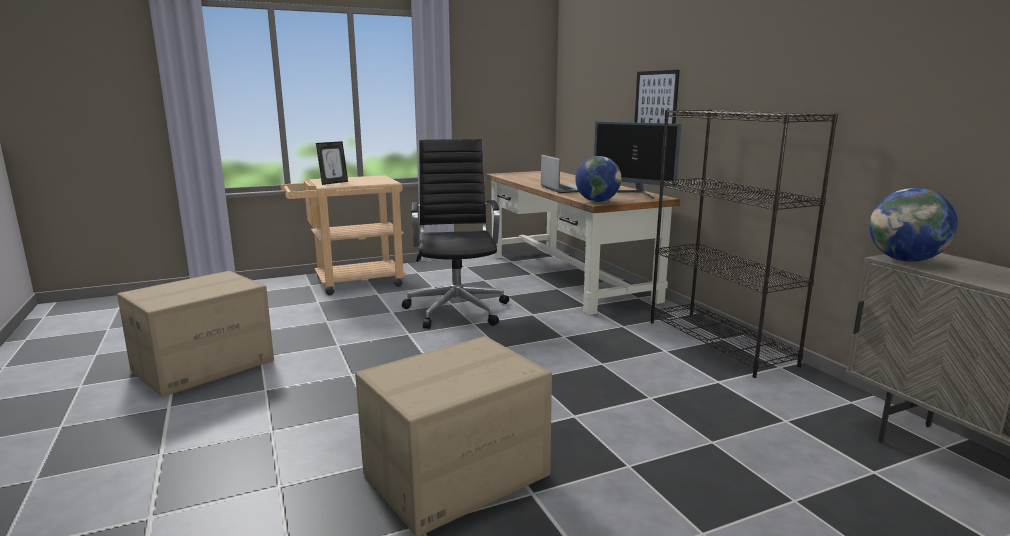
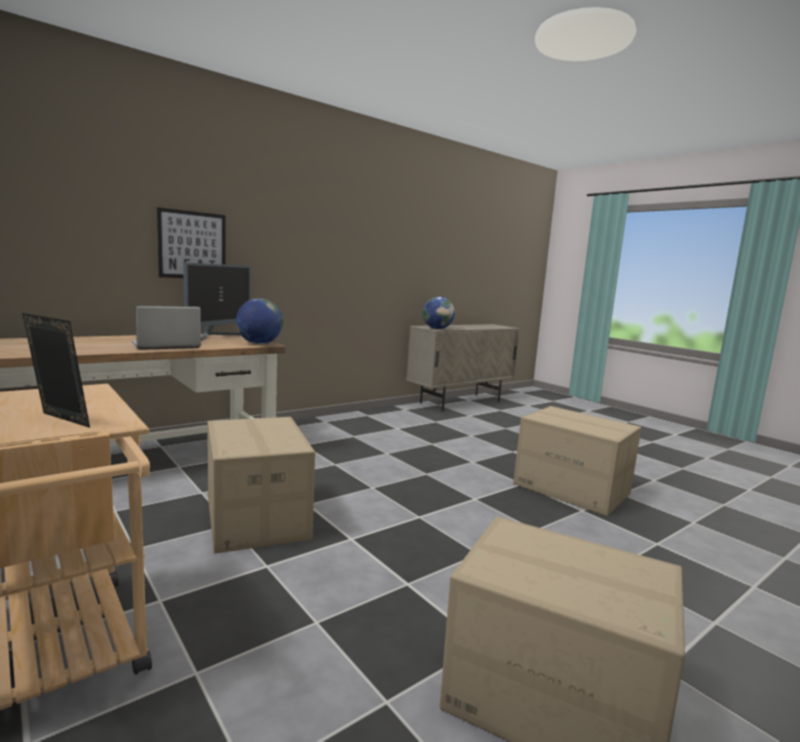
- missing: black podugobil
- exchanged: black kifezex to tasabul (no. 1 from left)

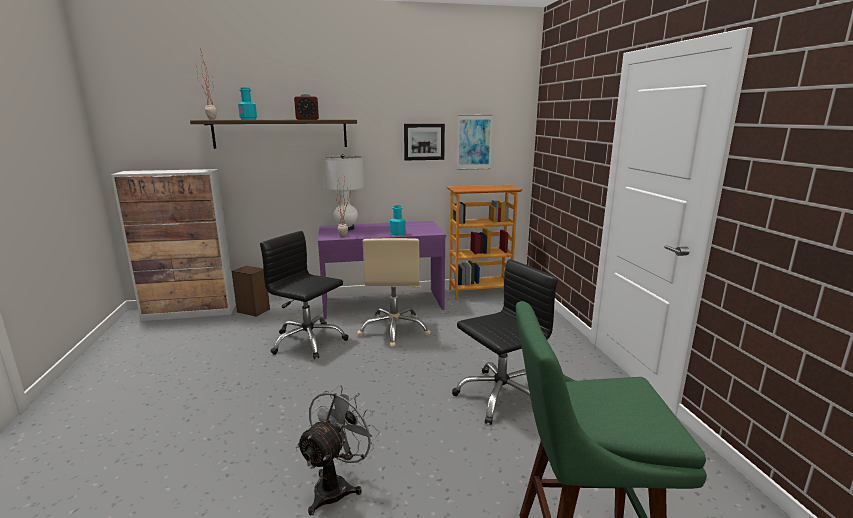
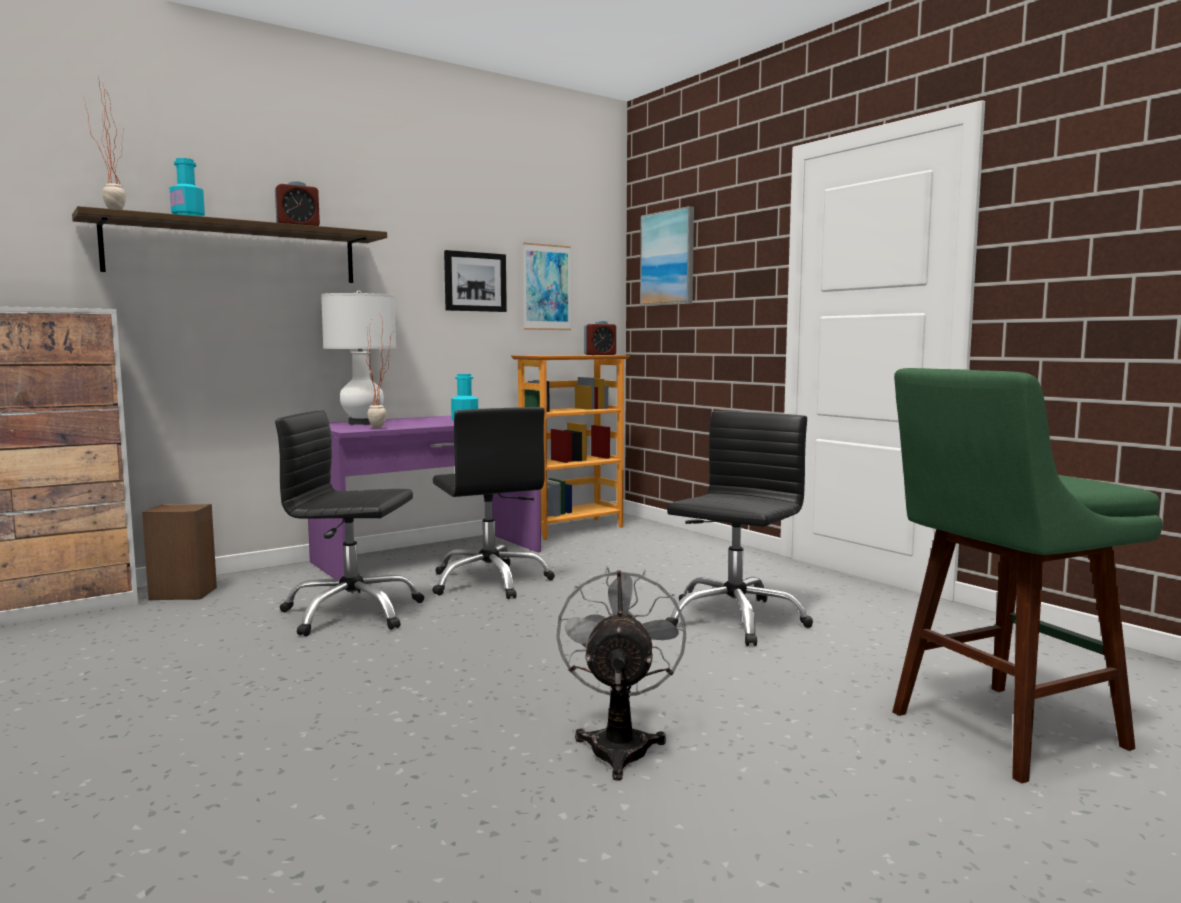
- colour: beige kifezex to black kifezex (no. 2 from left)
- appeared: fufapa (no. 3 from left)
- appeared: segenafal (no. 2 from left)

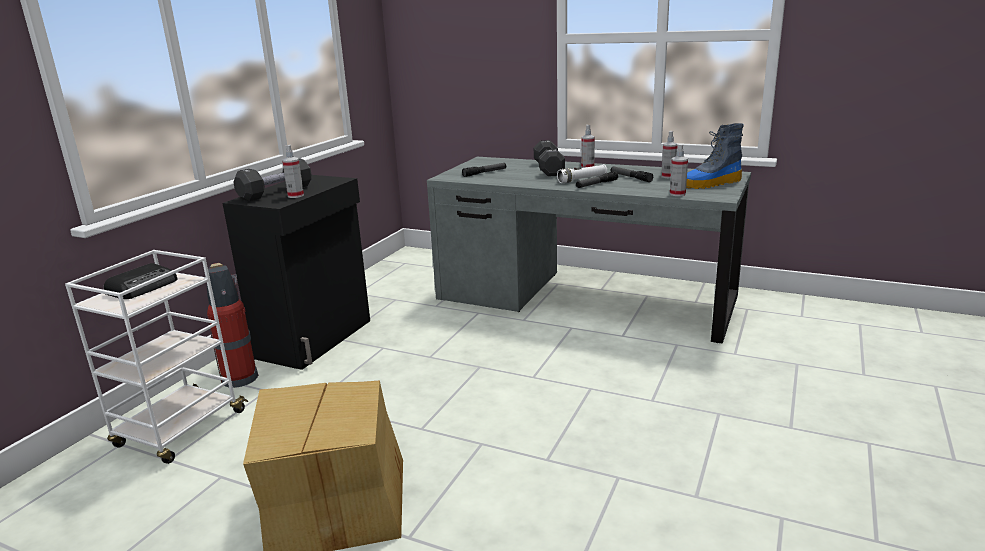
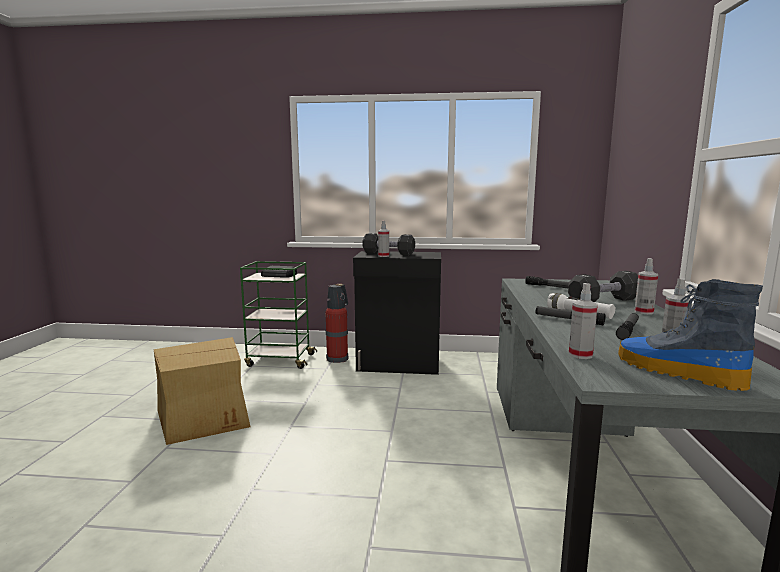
- colour: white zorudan to green zorudan

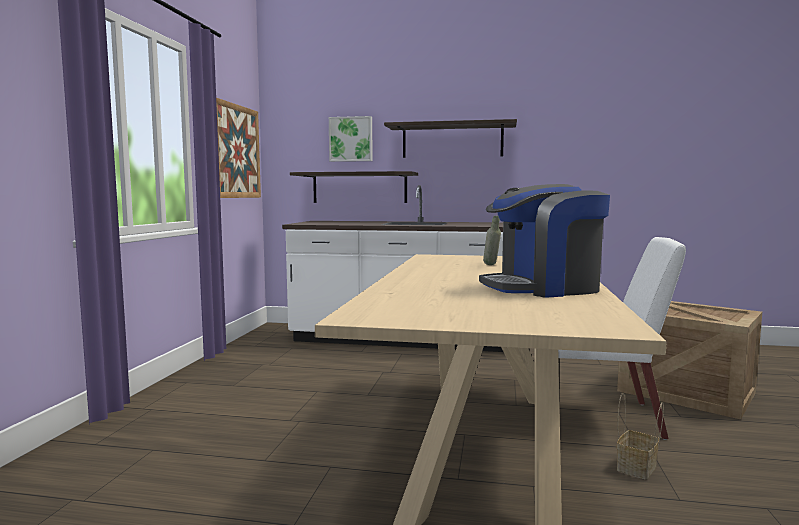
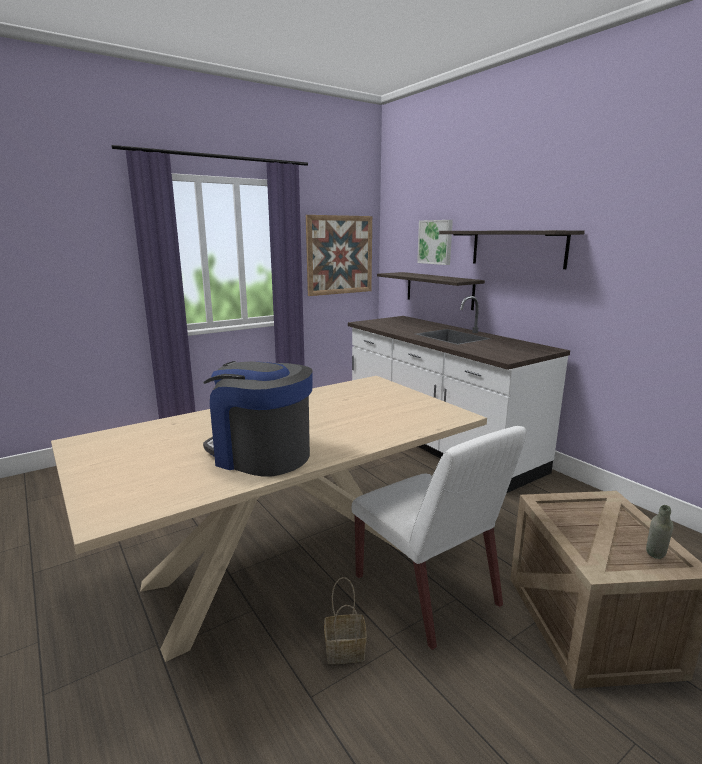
- relocated: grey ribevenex

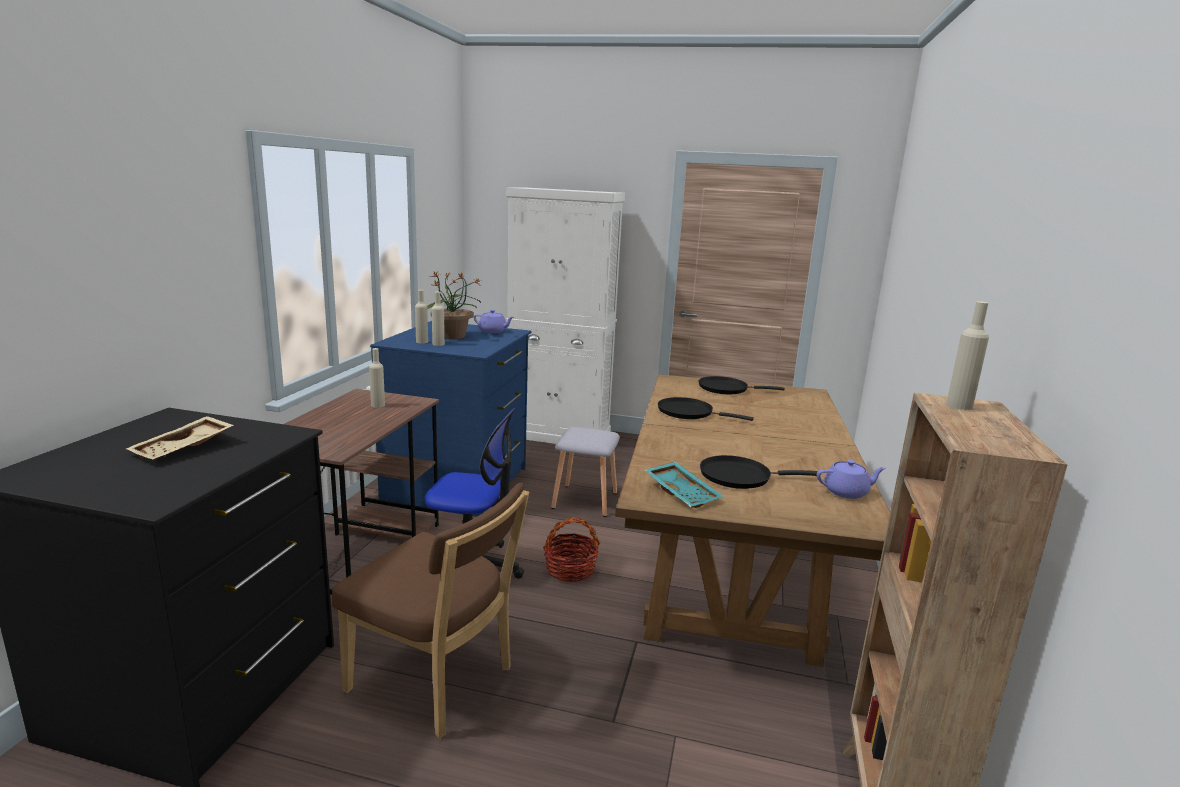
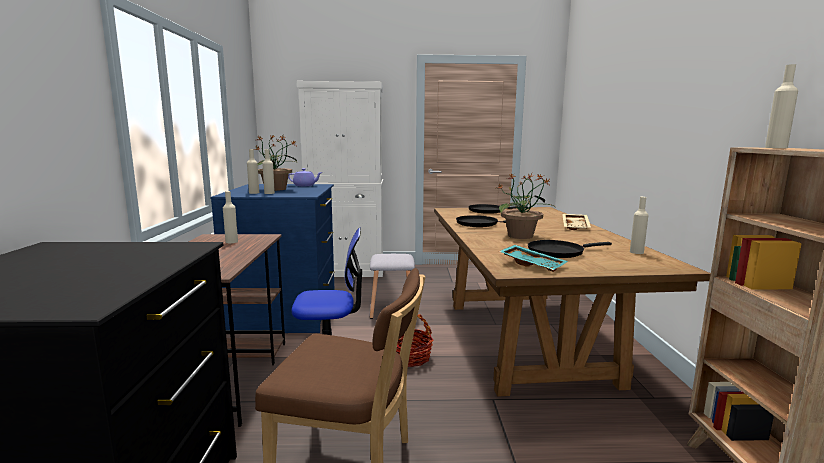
- relocated: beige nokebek
- exchanged: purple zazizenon (no. 2 from left) to beige ribevenex (no. 4 from left)
- appeared: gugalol (no. 2 from left)

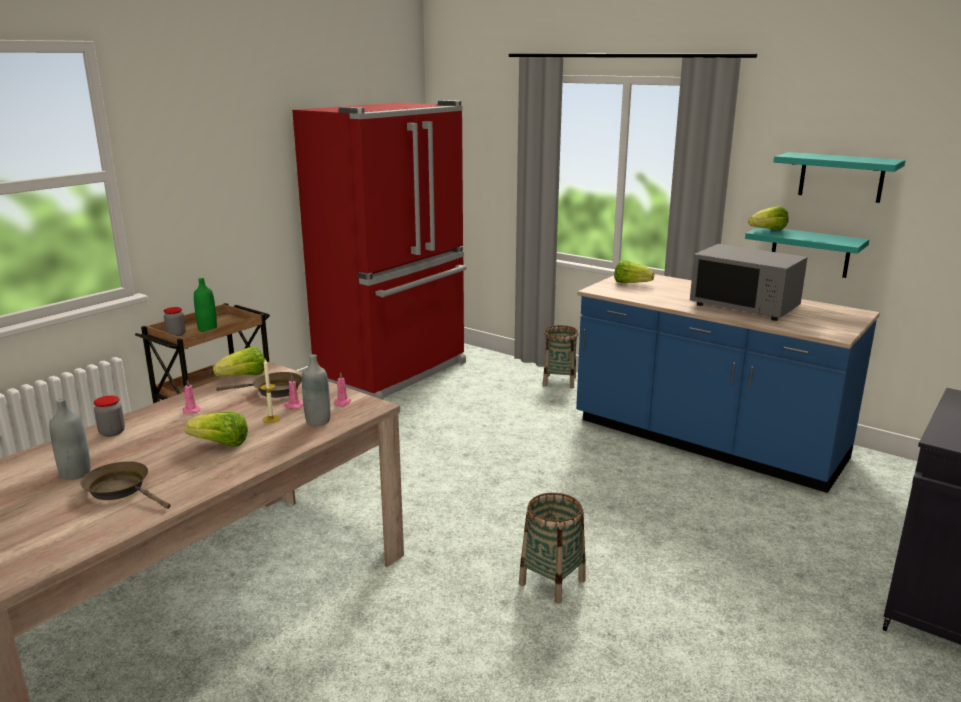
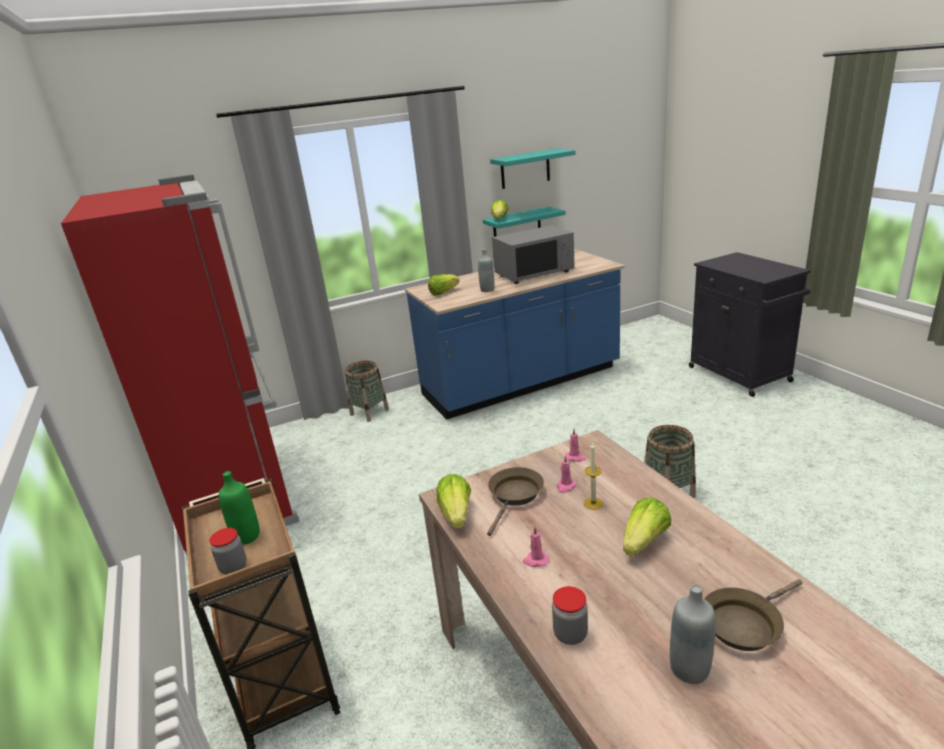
- relocated: grey ribevenex (no. 2 from left in the first image) to grey ribevenex (no. 1 from left)

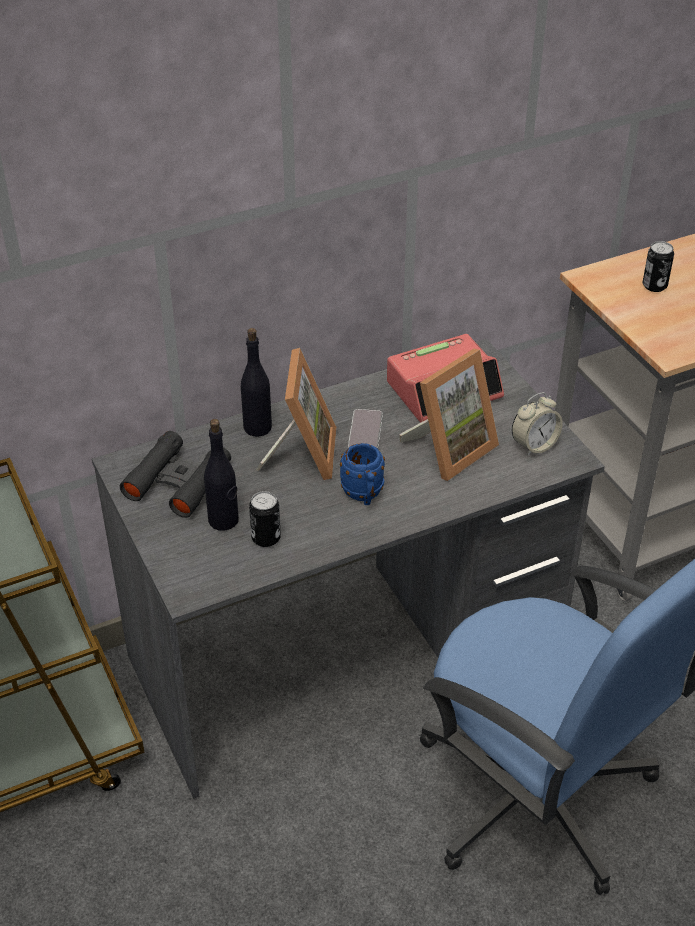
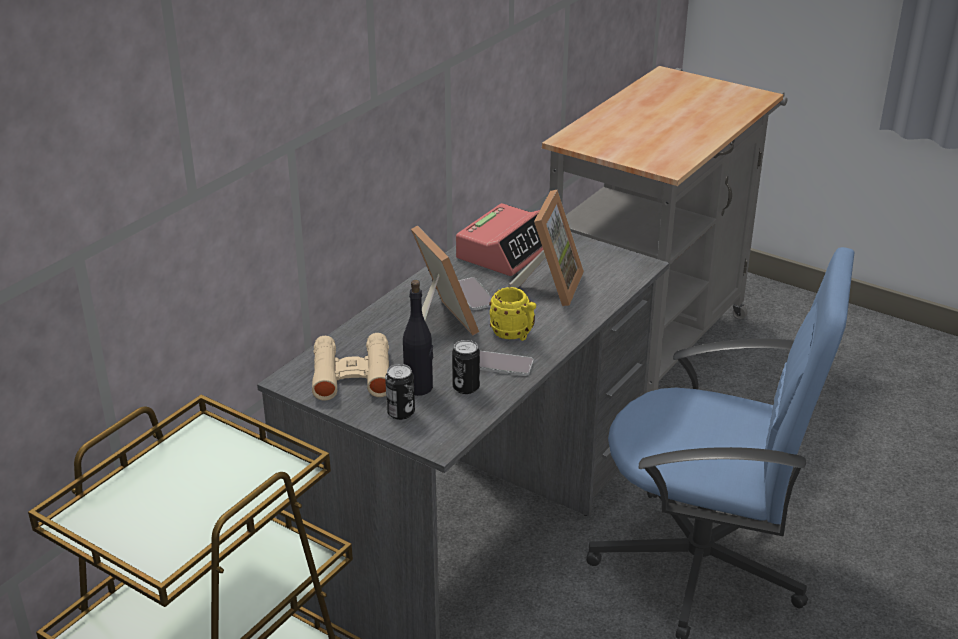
- relocated: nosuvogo (no. 2 from left in the first image) to nosuvogo (no. 1 from left)
- missing: black ribevenex (no. 2 from left)
- missing: segenafal (no. 2 from left)
- colour: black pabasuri to beige pabasuri
- colour: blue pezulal to yellow pezulal
- appeared: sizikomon (no. 2 from left)

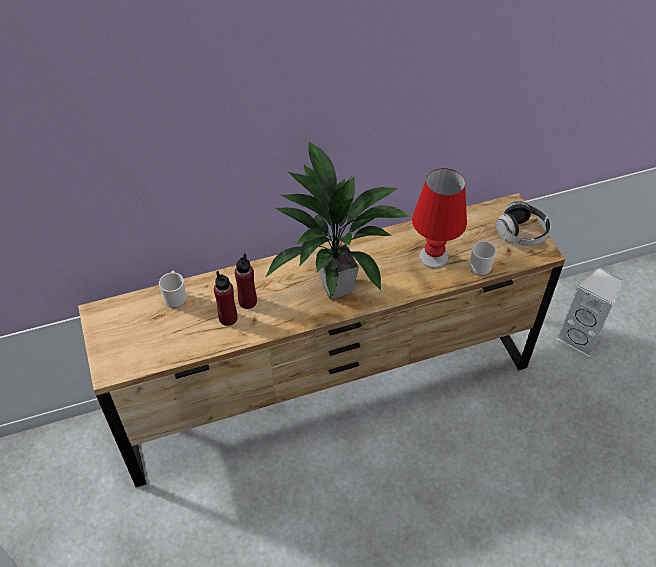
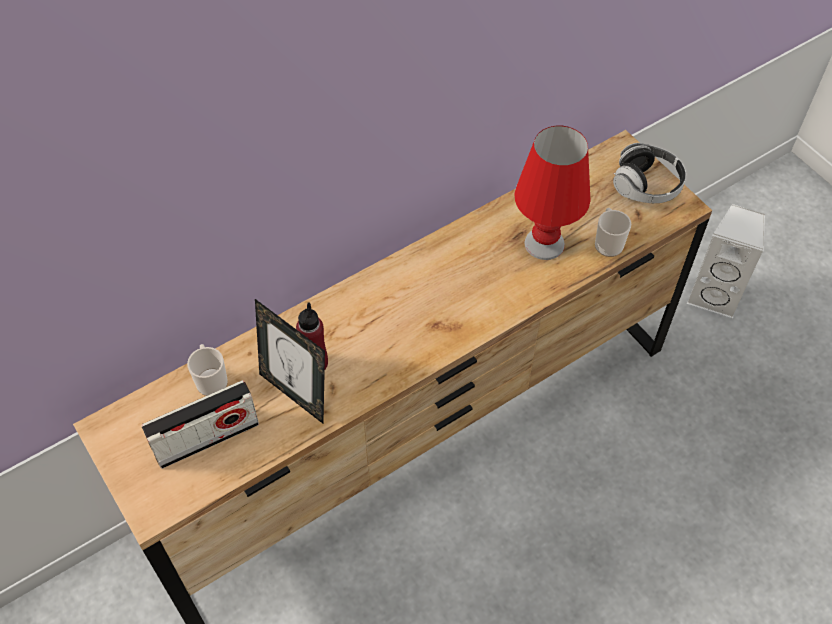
- missing: gugalol
- exchanged: red ribevenex (no. 1 from left) to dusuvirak
- appeared: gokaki

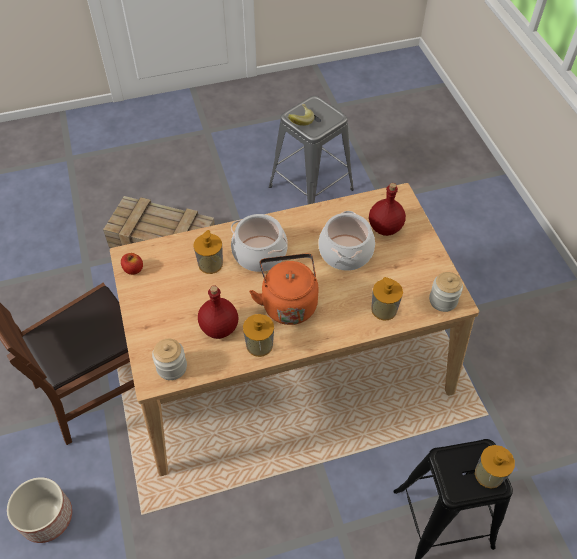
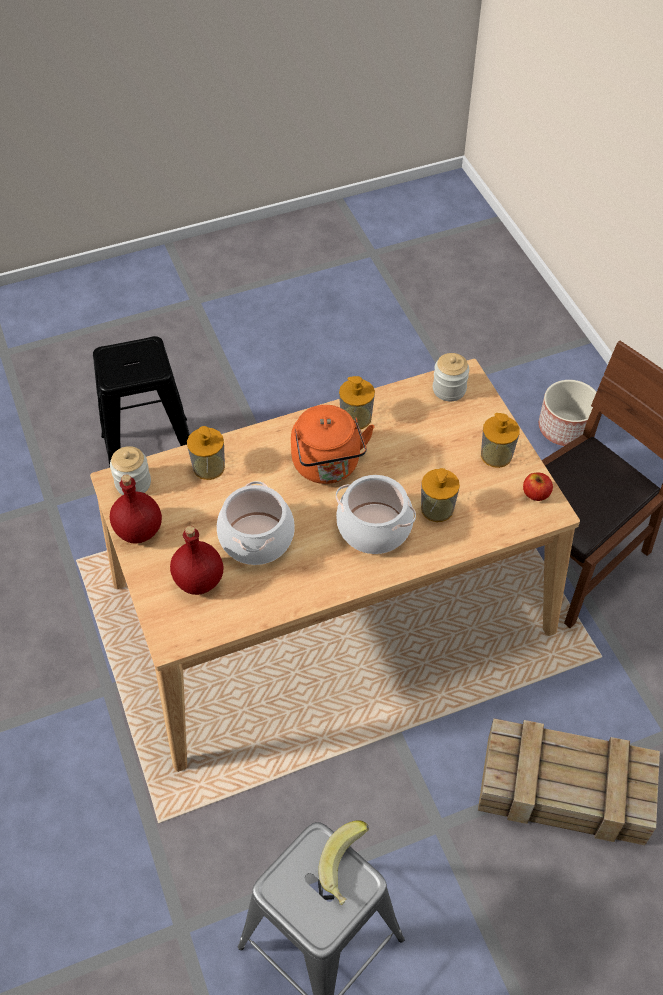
- relocated: red ribevenex (no. 1 from left)
- relocated: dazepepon (no. 4 from left)

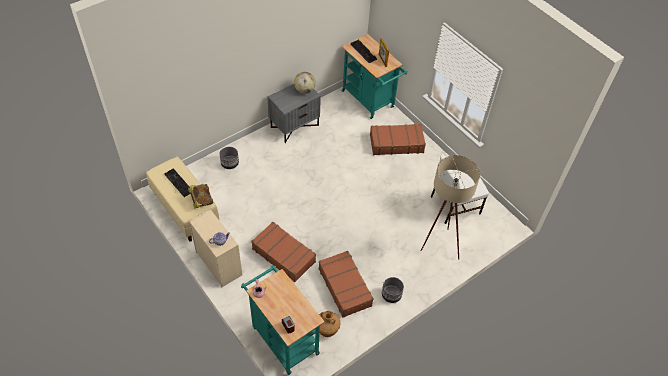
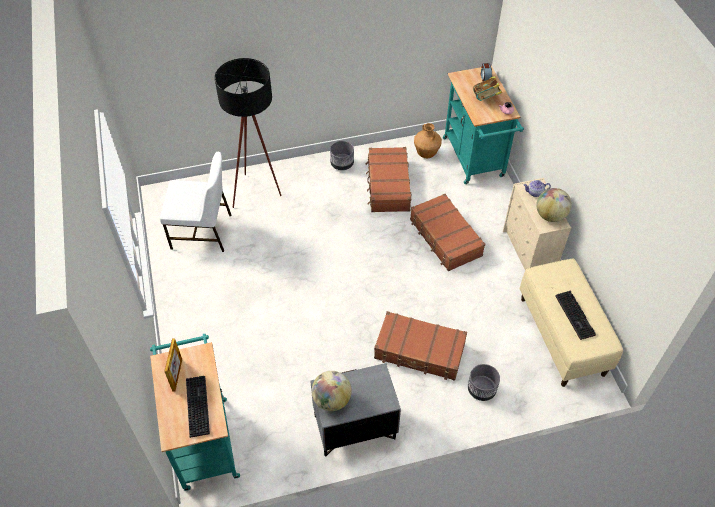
- relocated: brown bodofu (no. 3 from left in the first image) to brown bodofu (no. 2 from left)
- colour: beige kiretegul to black kiretegul
- relocated: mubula
- appeared: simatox (no. 2 from left)

